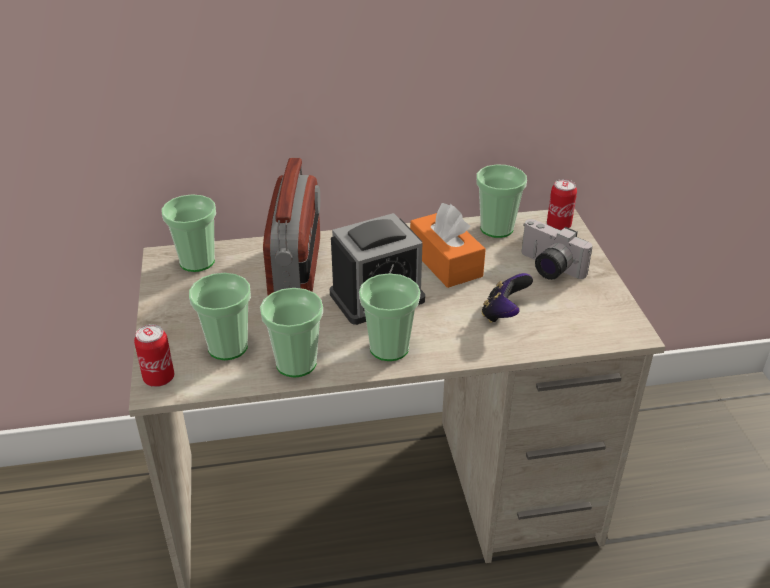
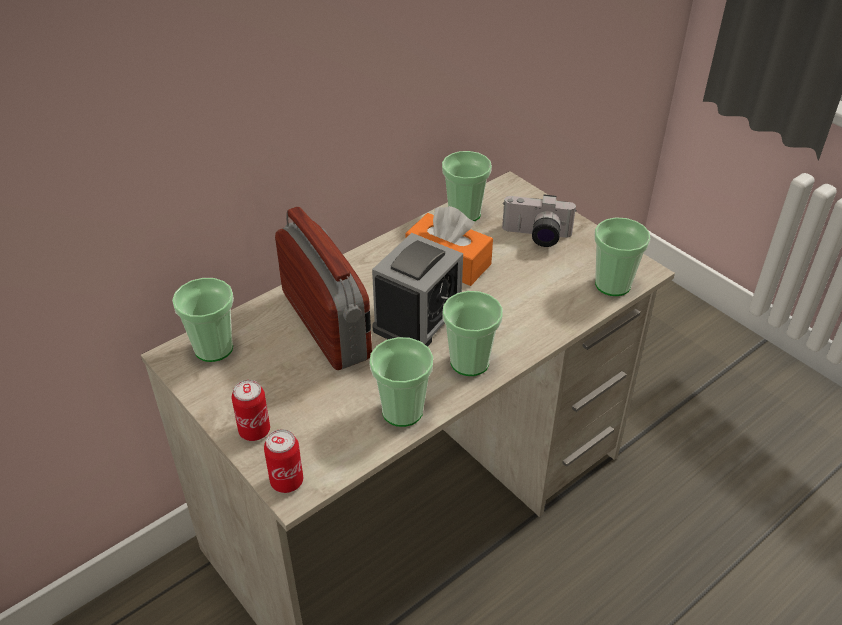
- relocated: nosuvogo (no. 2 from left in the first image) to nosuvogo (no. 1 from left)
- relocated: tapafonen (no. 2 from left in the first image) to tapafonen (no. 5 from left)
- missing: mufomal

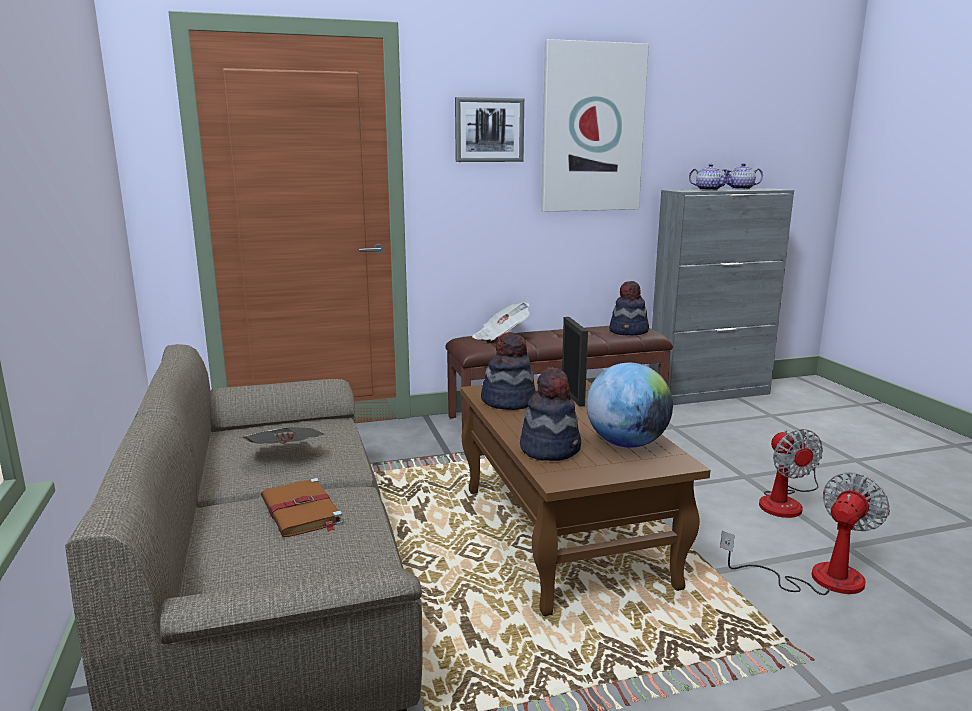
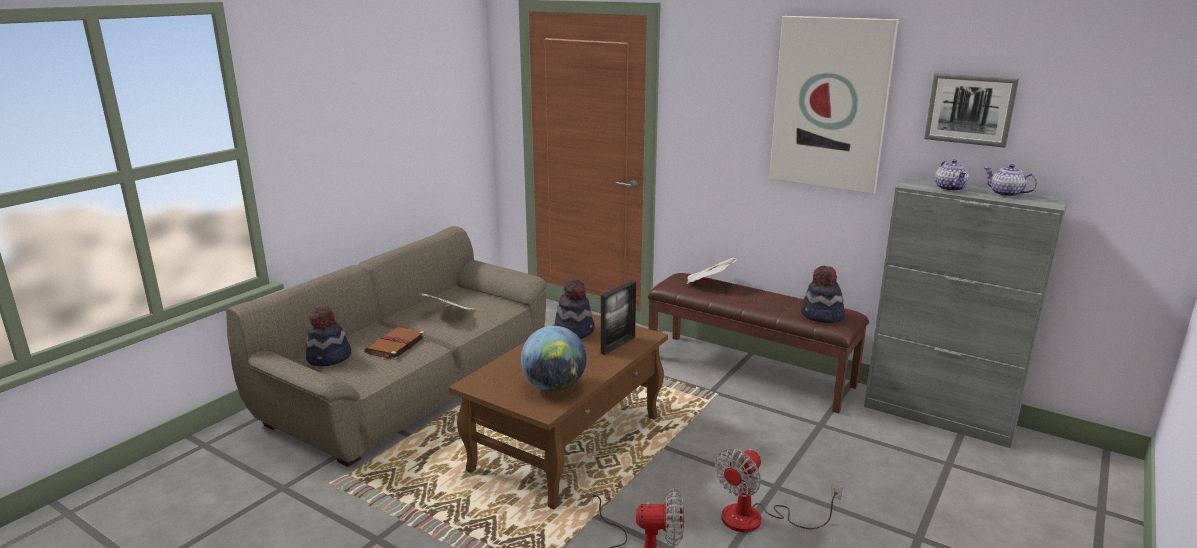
- relocated: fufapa (no. 1 from left in the first image) to fufapa (no. 2 from left)
- relocated: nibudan (no. 2 from left in the first image) to nibudan (no. 1 from left)

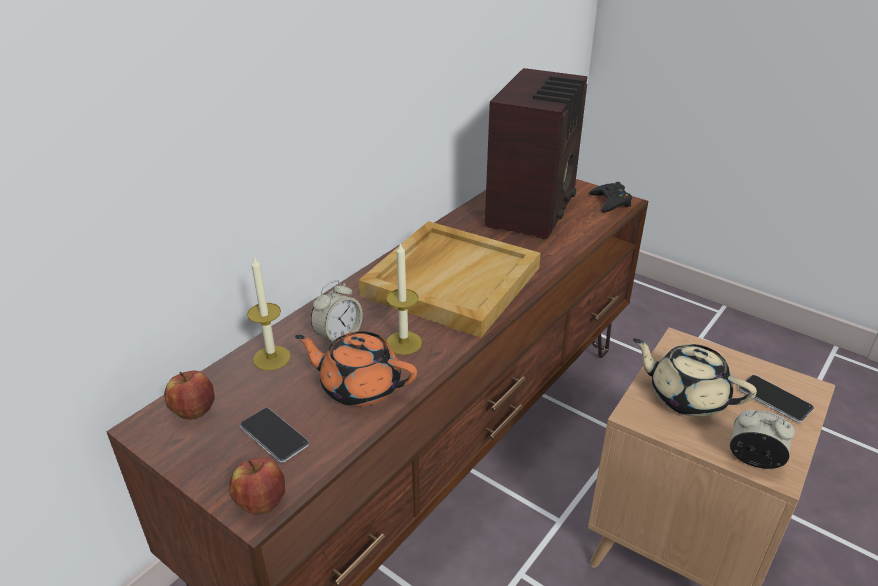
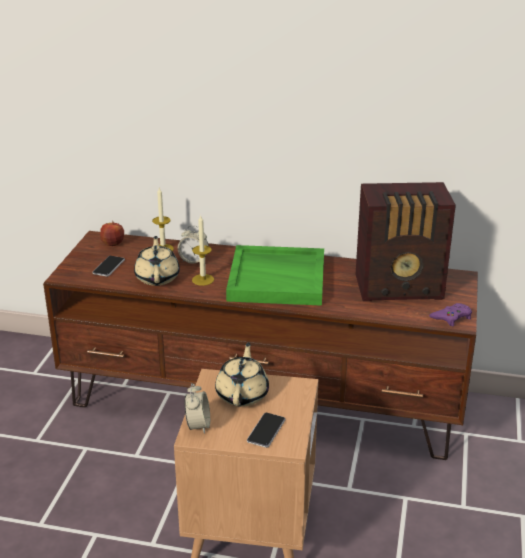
- colour: black mufomal to purple mufomal
- colour: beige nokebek to green nokebek
- colour: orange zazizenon to beige zazizenon (no. 1 from left)
- missing: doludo (no. 2 from left)

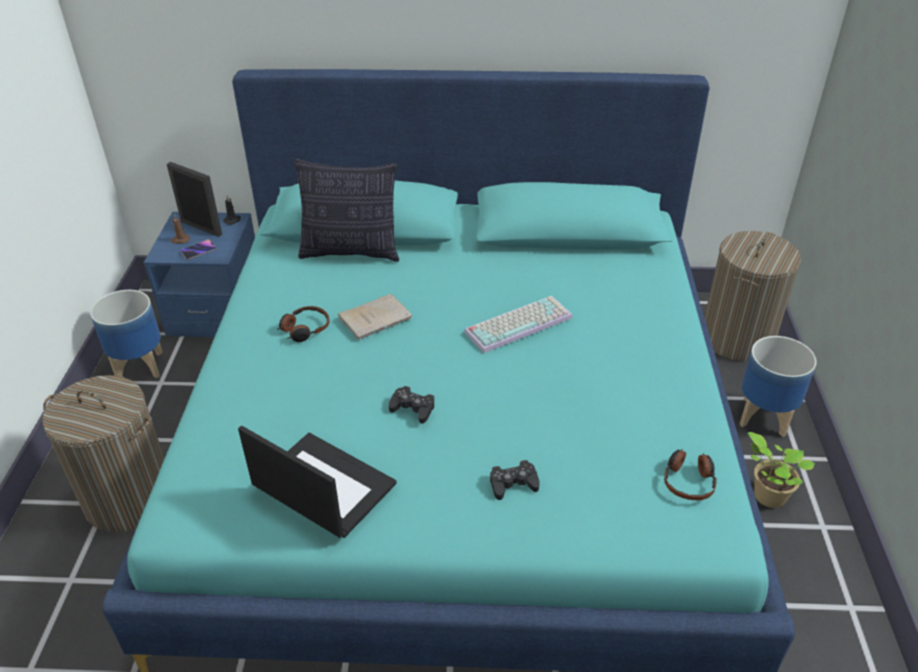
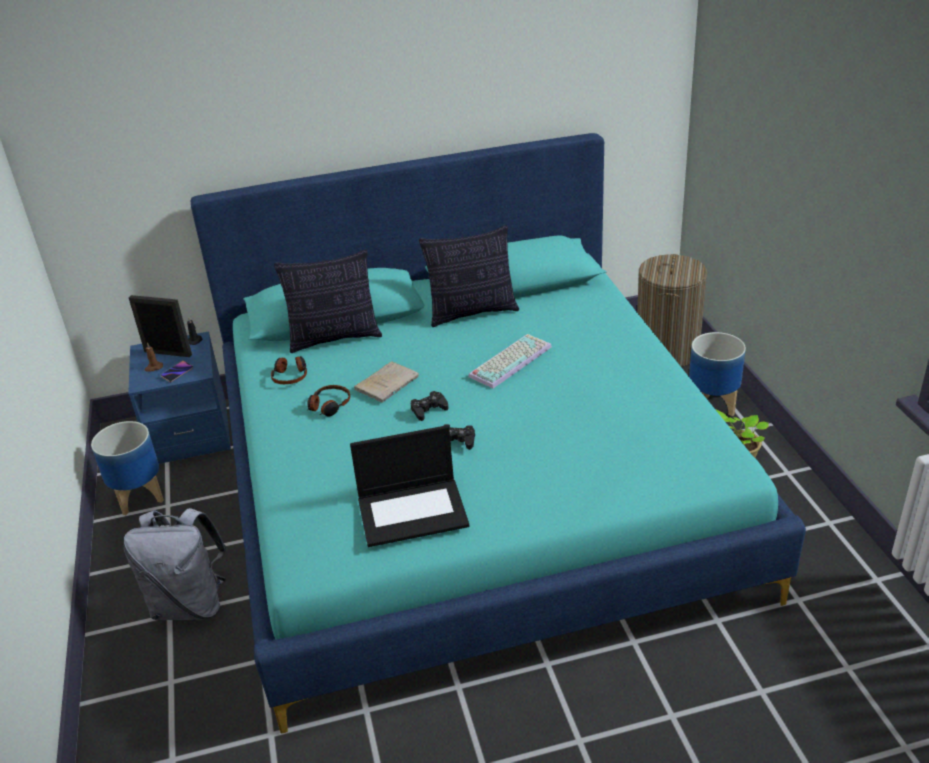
- exchanged: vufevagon (no. 1 from left) to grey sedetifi
- spun: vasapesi 150 degrees clockwise
- relocated: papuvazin (no. 2 from left in the first image) to papuvazin (no. 1 from left)
- relocated: black mufomal (no. 2 from left in the first image) to black mufomal (no. 1 from left)
- appeared: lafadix (no. 2 from left)

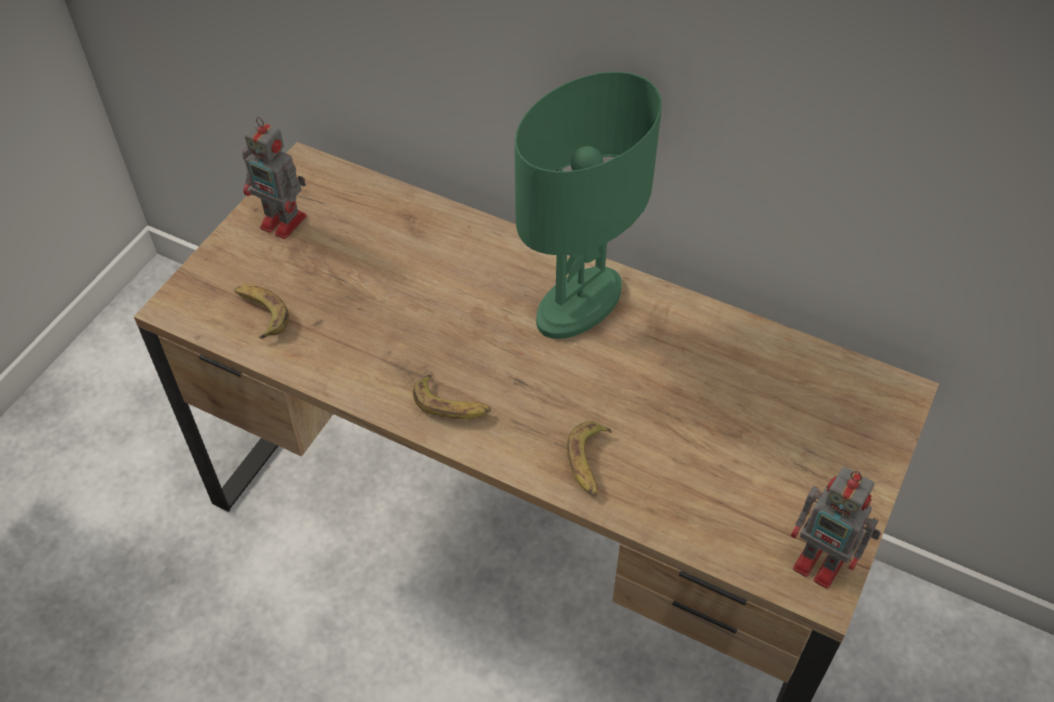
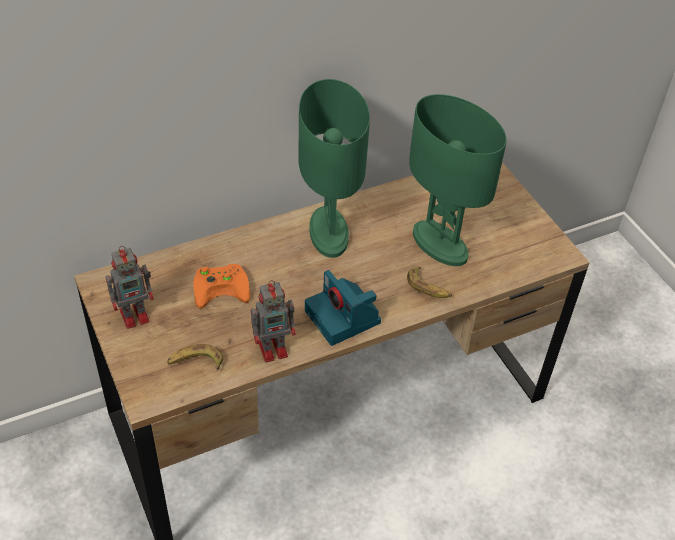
- exchanged: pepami (no. 2 from left) to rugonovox
- relocated: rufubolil (no. 2 from left)
- appeared: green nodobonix (no. 2 from left)
- appeared: orange mufomal

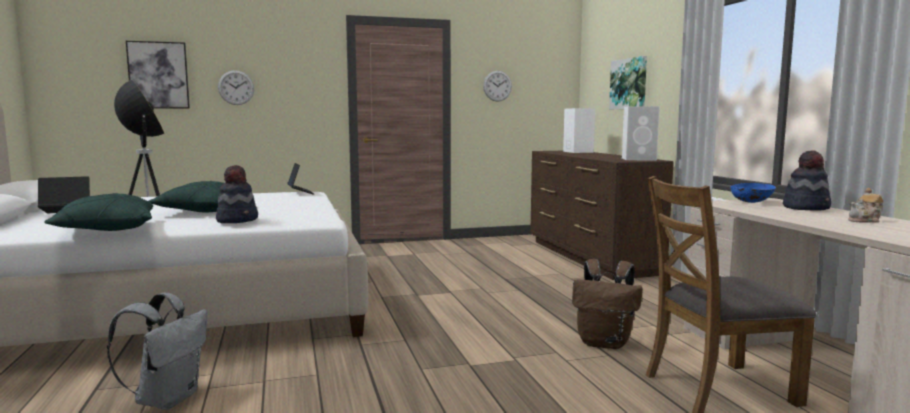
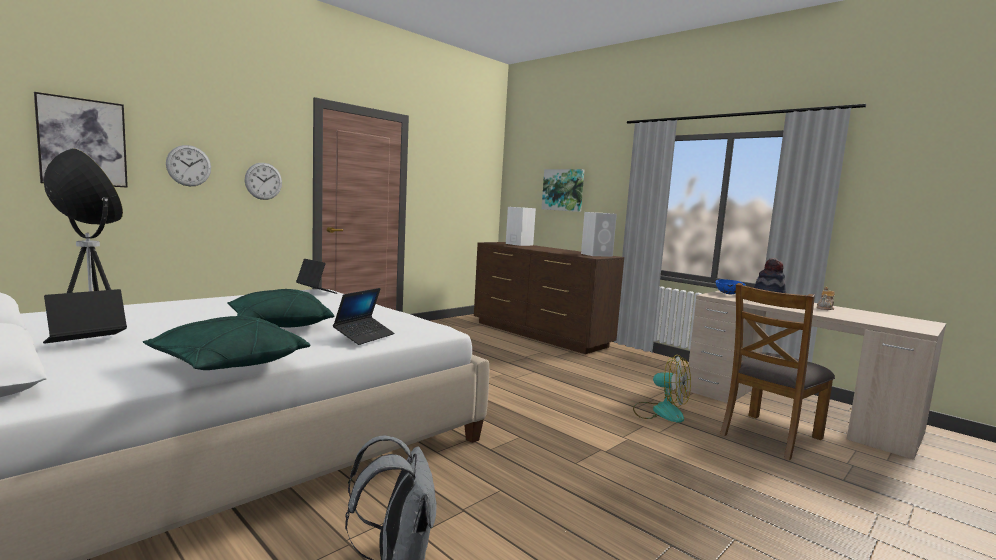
- relocated: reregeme (no. 2 from left)
- exchanged: nibudan (no. 1 from left) to vasapesi (no. 3 from left)
- exchanged: brown sedetifi to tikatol

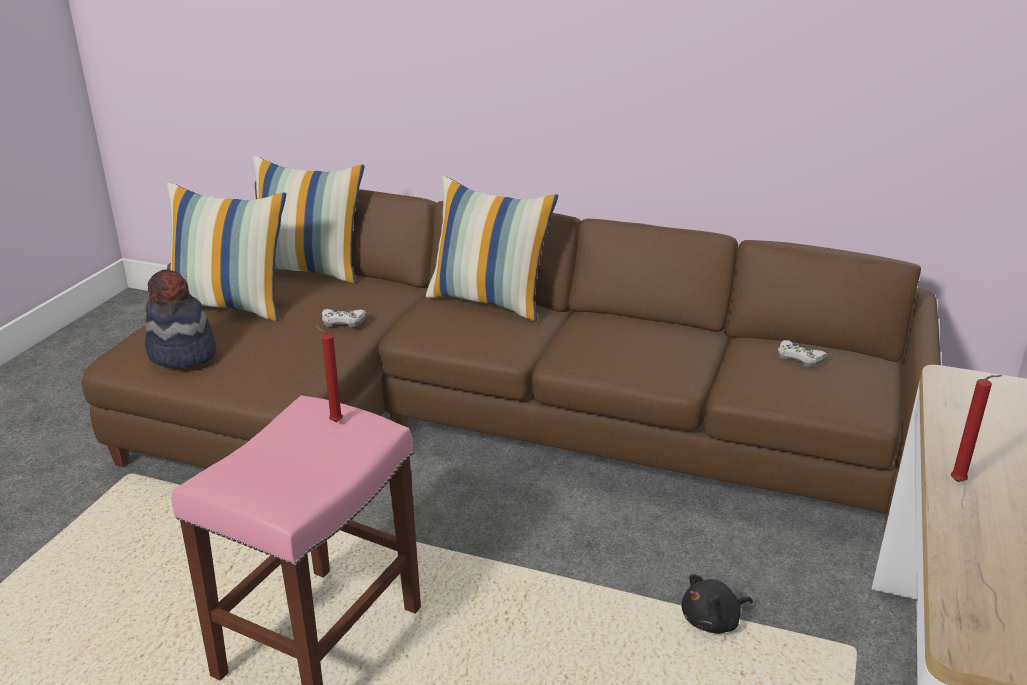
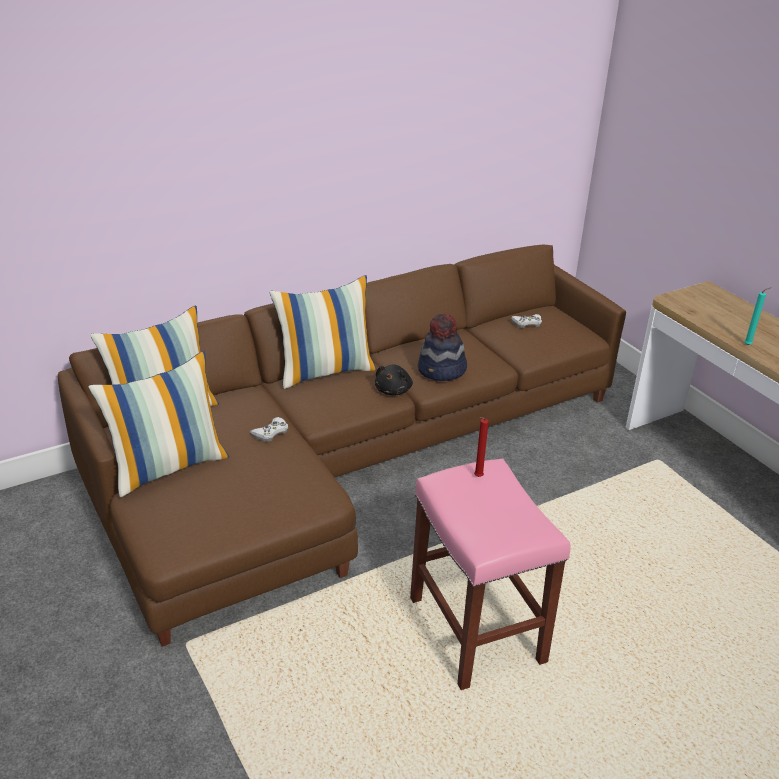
- relocated: nibudan
- colour: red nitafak (no. 2 from left) to turquoise nitafak
- relocated: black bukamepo

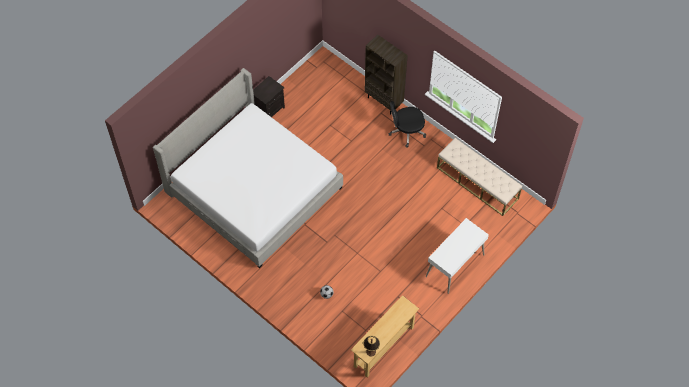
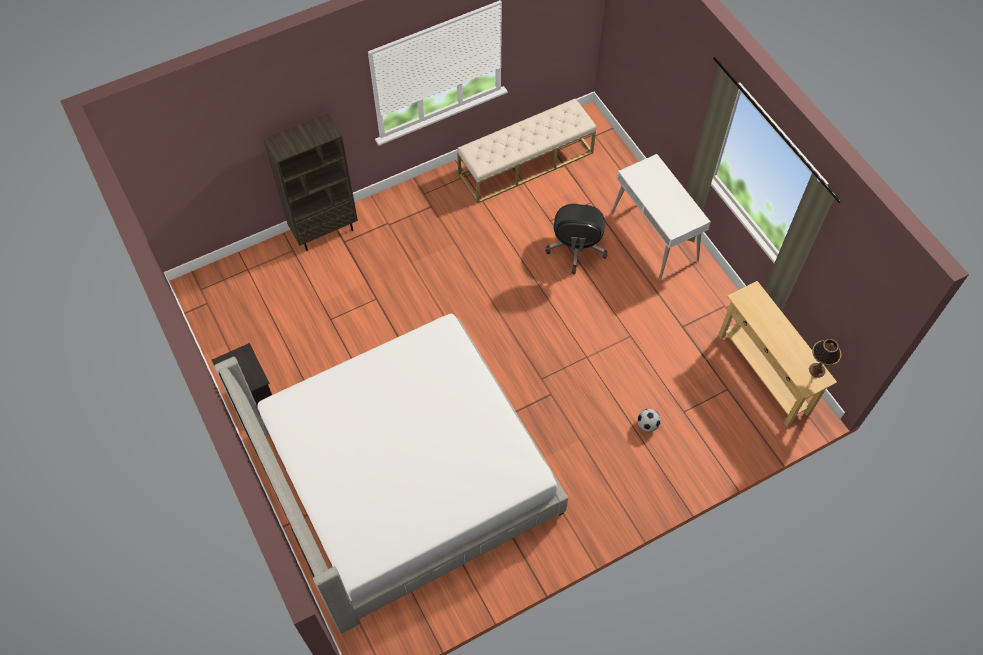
- relocated: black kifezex

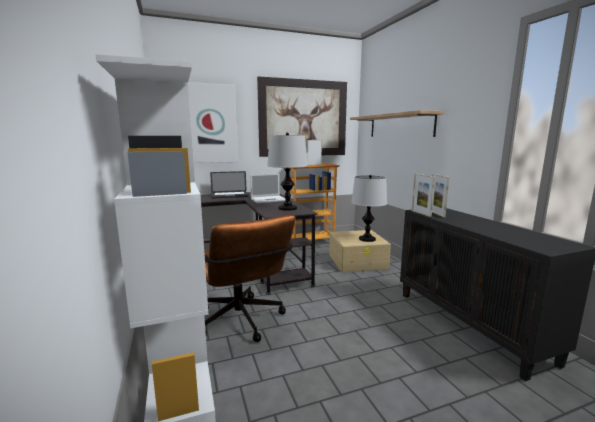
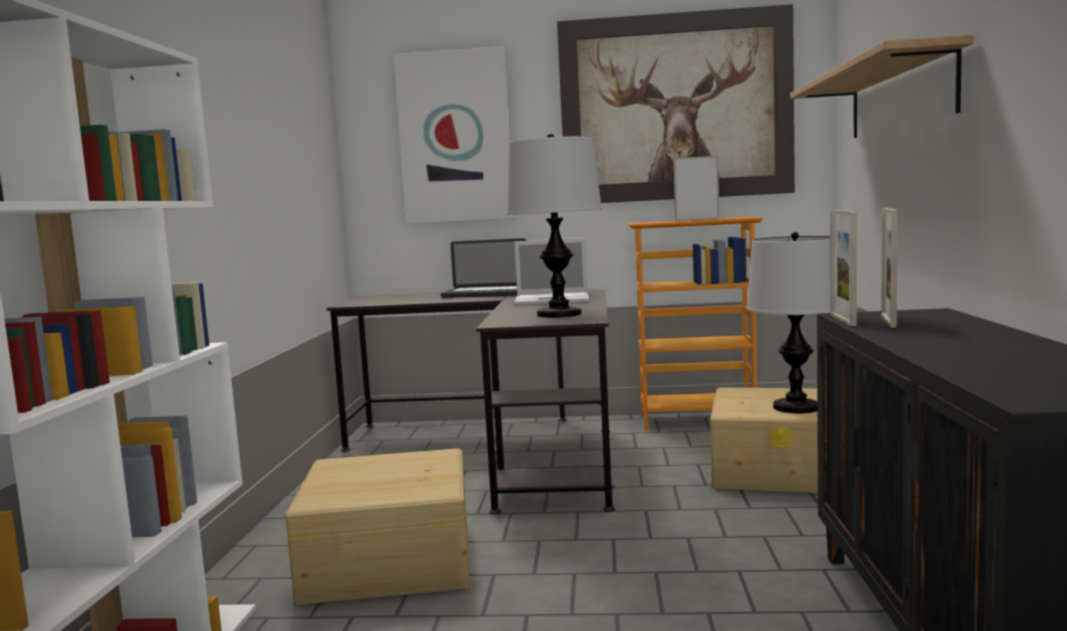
- exchanged: brown kifezex to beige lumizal (no. 1 from left)

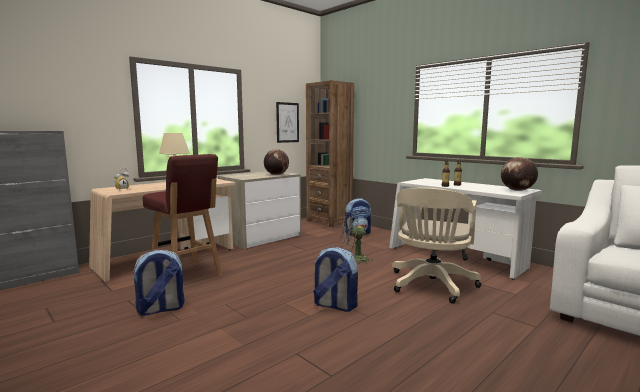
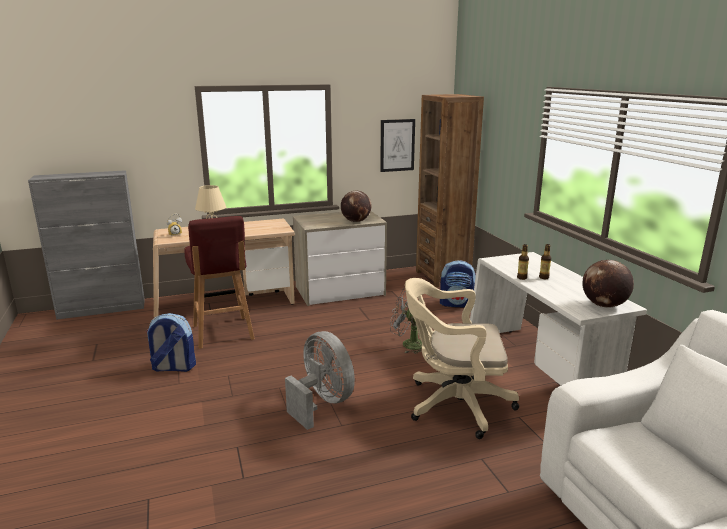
- spun: beige kifezex 45 degrees clockwise
- exchanged: sedetifi (no. 2 from left) to grey tikatol (no. 1 from left)

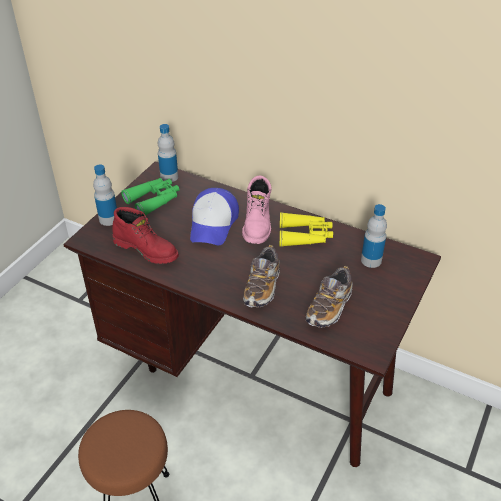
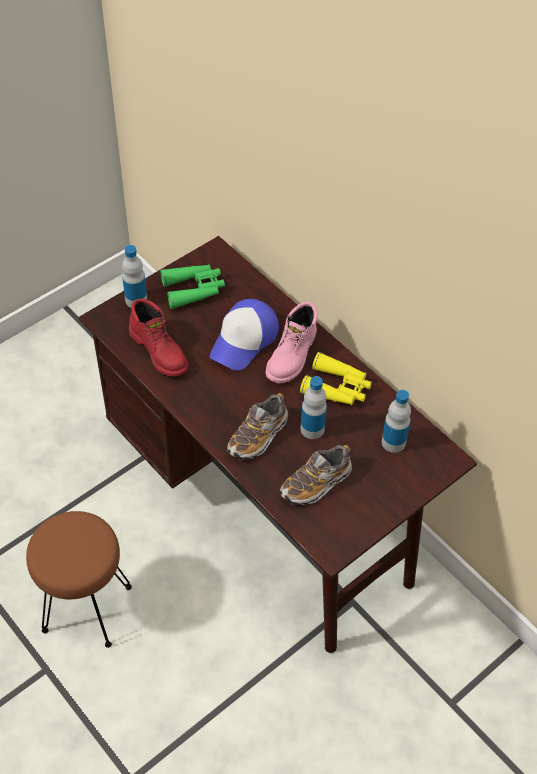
- relocated: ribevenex (no. 2 from left)

